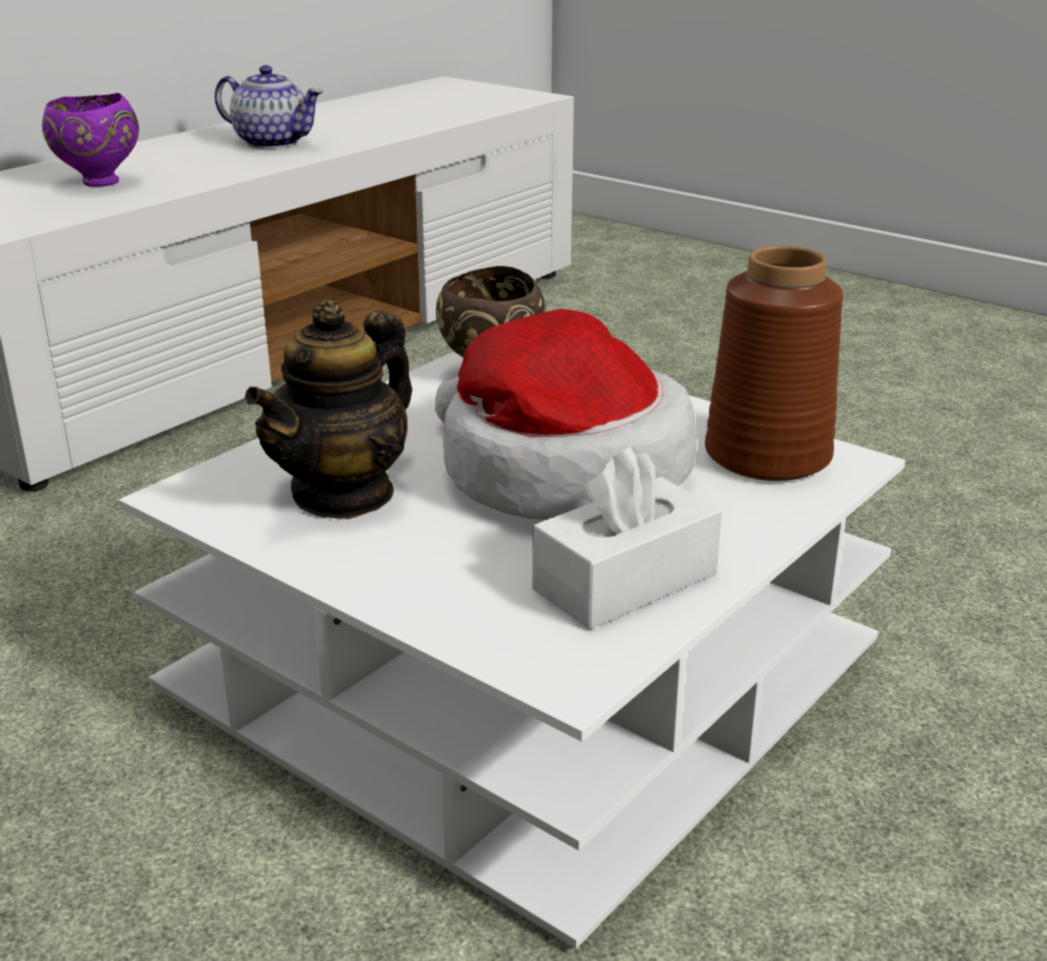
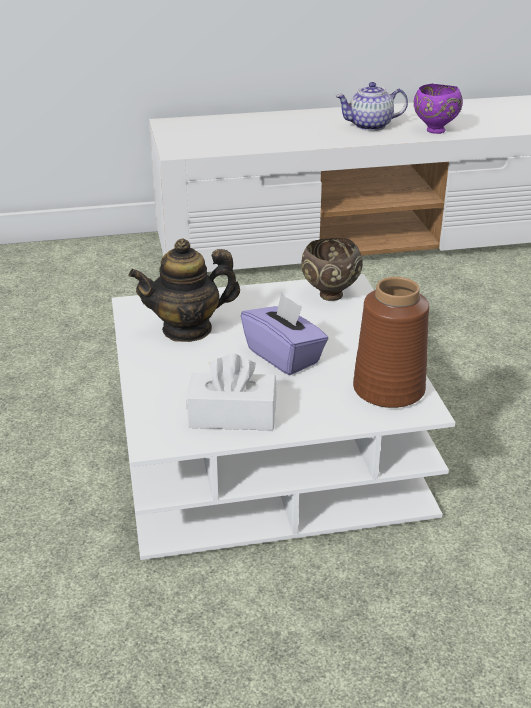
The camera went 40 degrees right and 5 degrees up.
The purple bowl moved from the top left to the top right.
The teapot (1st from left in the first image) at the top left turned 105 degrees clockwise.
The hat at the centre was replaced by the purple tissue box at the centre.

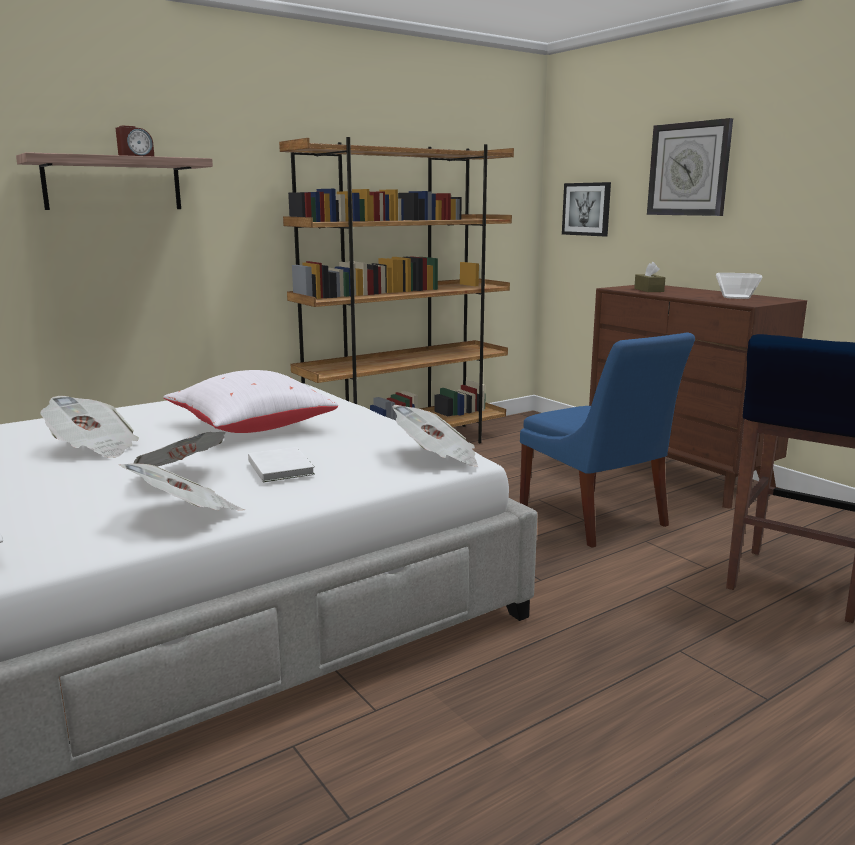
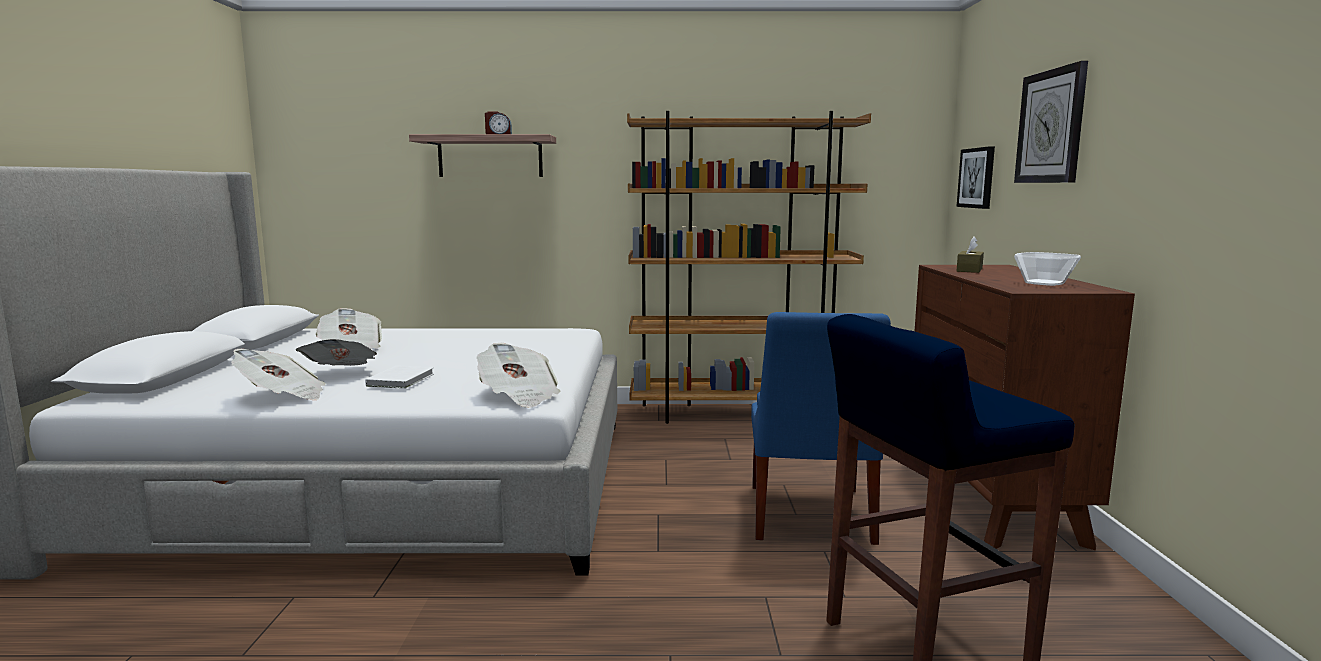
The camera went 35 degrees right and 5 degrees down.
The white pillow at the middle left disappeared.

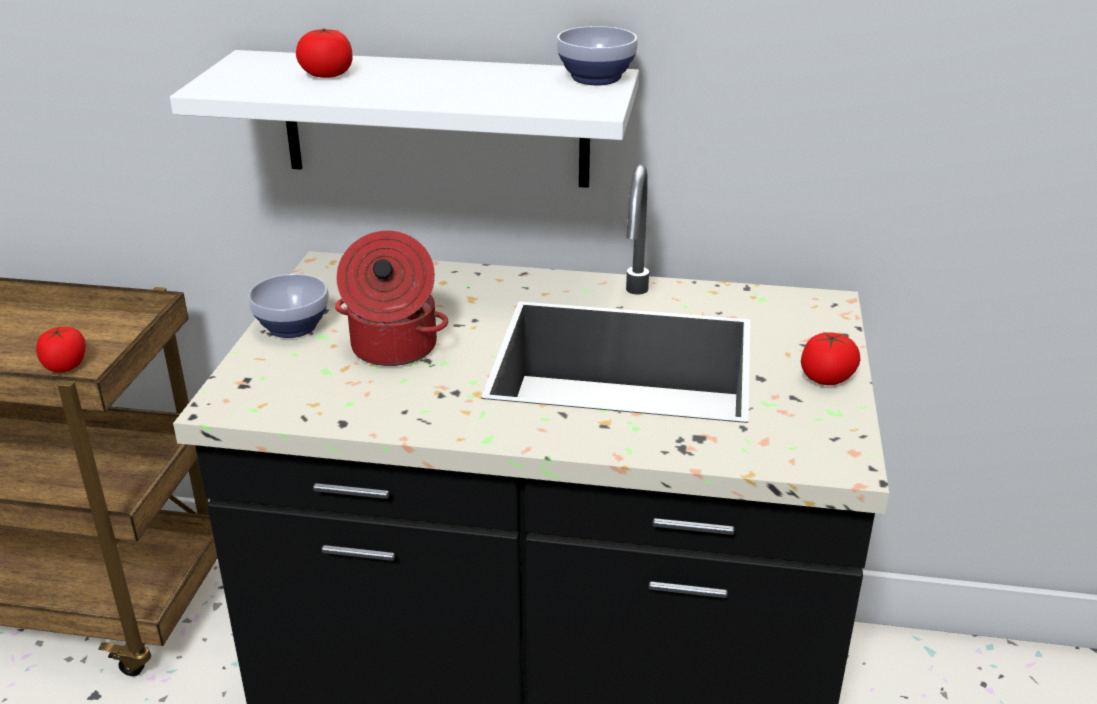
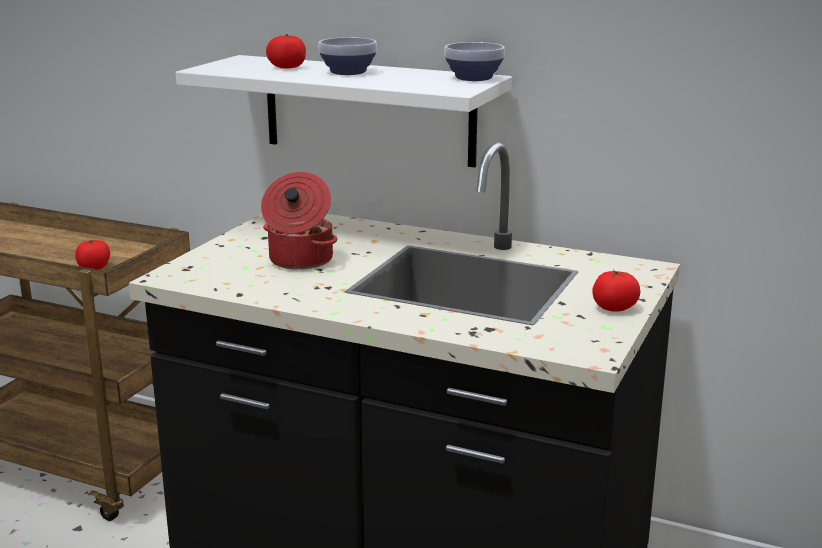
The camera went 15 degrees right and 10 degrees down.
The bowl (1st from left) moved from the middle left to the top centre.

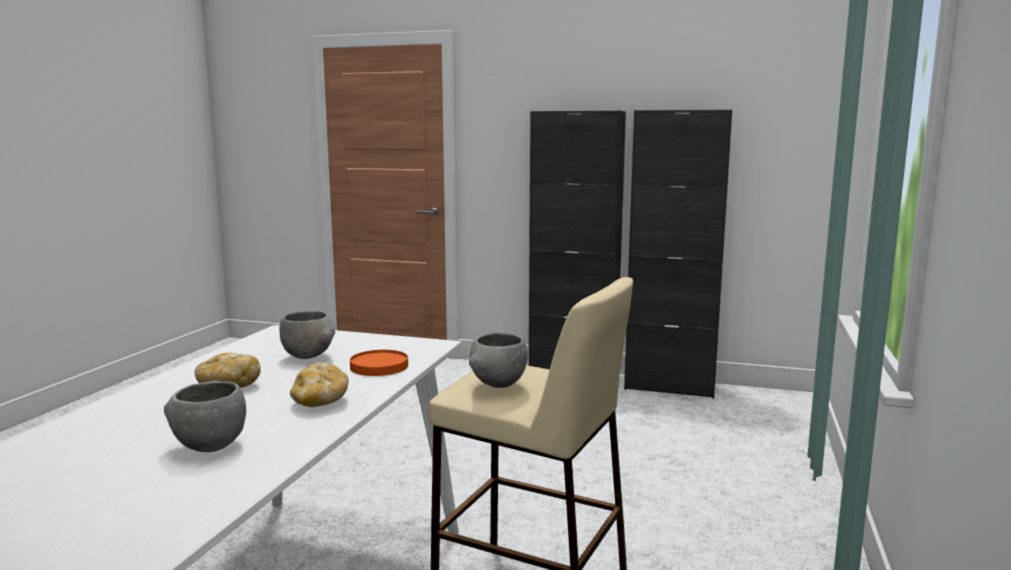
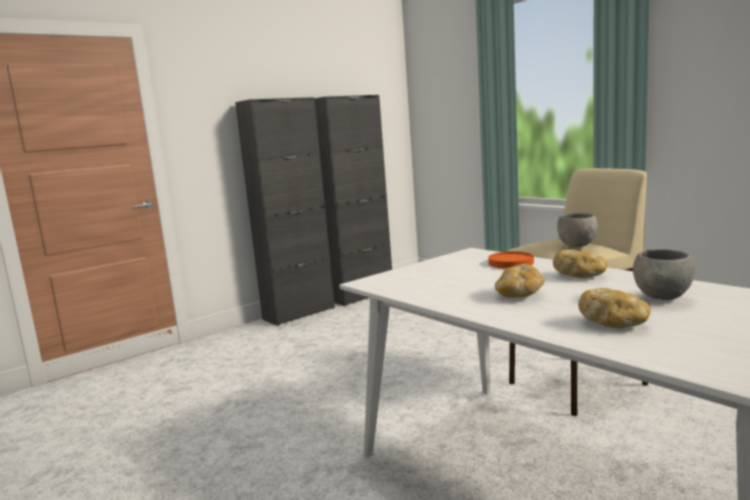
The camera went 55 degrees left and 0 degrees up.
The grey bowl (2nd from left) at the middle left disappeared.
The bread (3rd from left) at the middle right appeared.

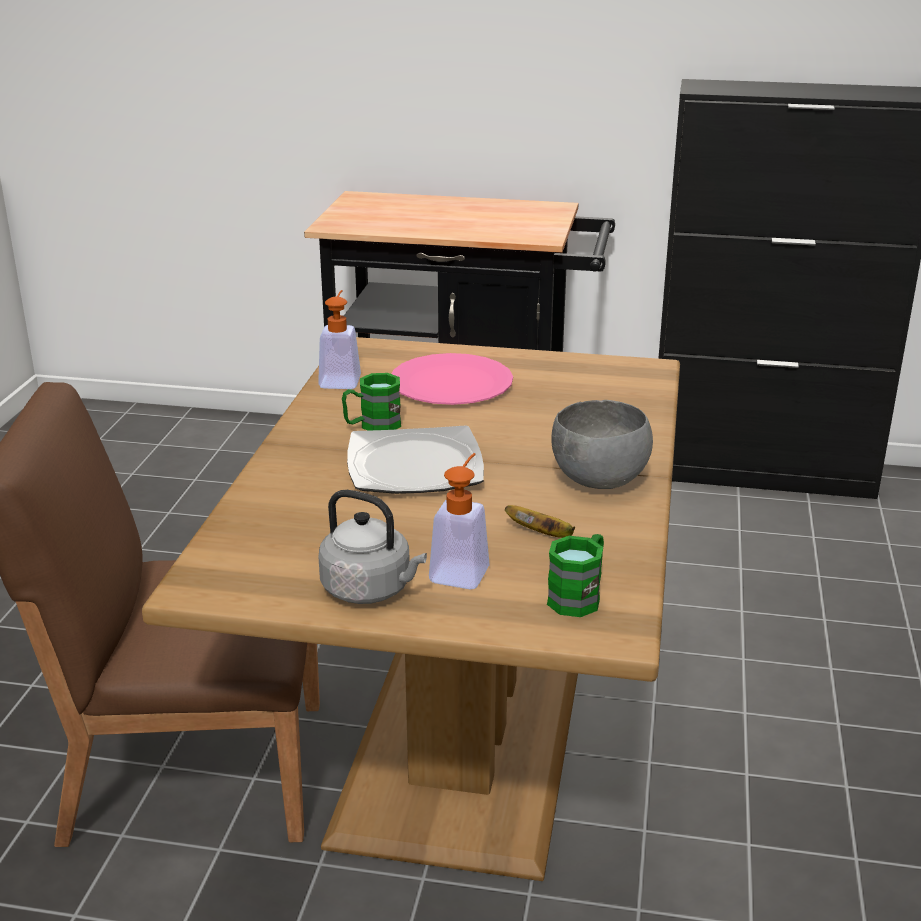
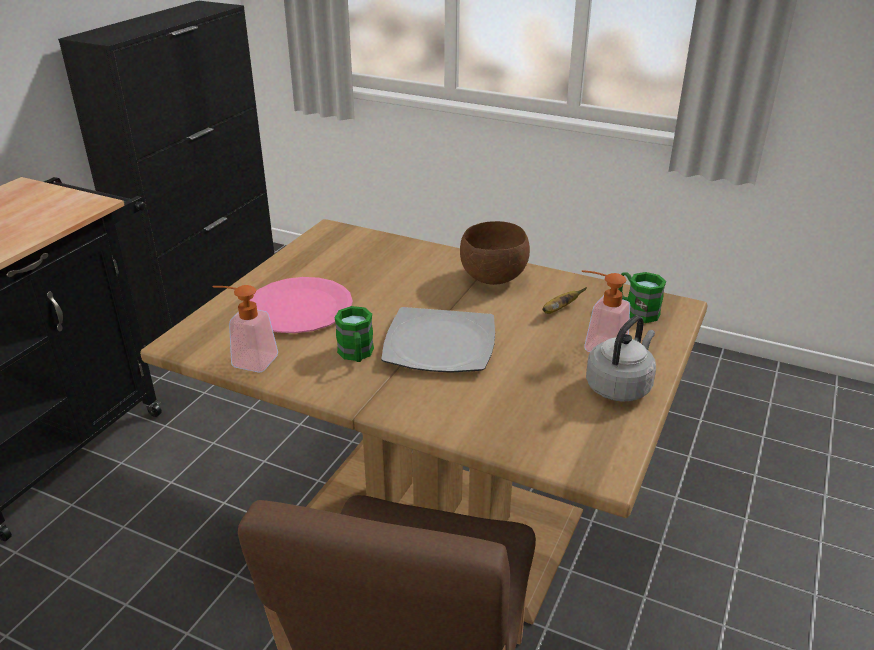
The camera went 75 degrees left and 5 degrees up.
The grey bowl at the centre became the brown bowl at the centre.

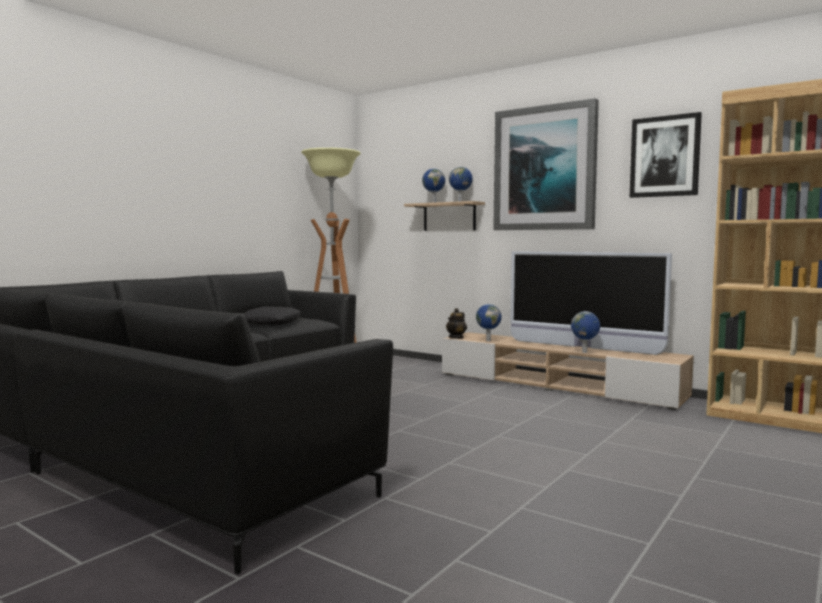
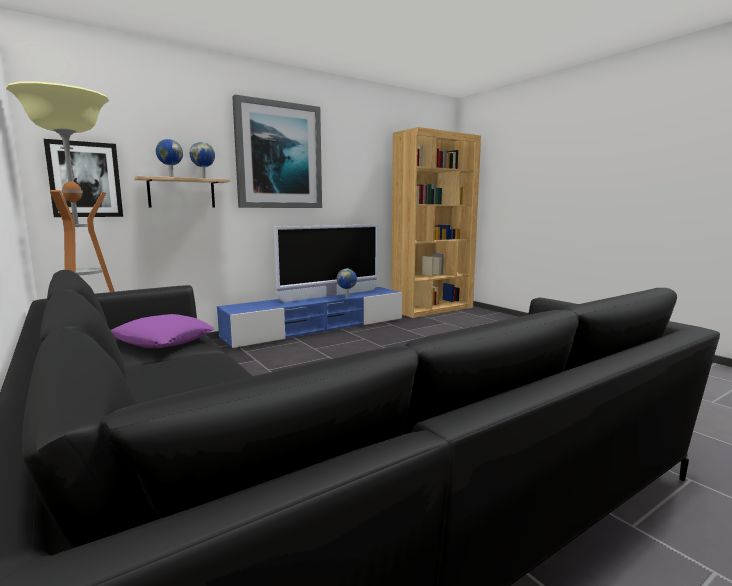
The camera went 70 degrees left and 5 degrees up.
The black pillow at the middle left became the purple pillow at the middle left.
The beige tv stand at the middle right became the blue tv stand at the centre.
The teapot at the centre disappeared.
The globe (3rd from left) at the centre disappeared.
The picture (2nd from left in the first image) moved from the top right to the top left.

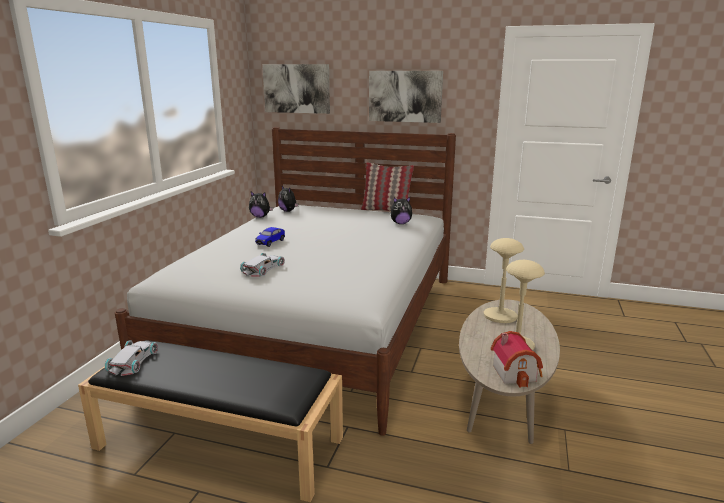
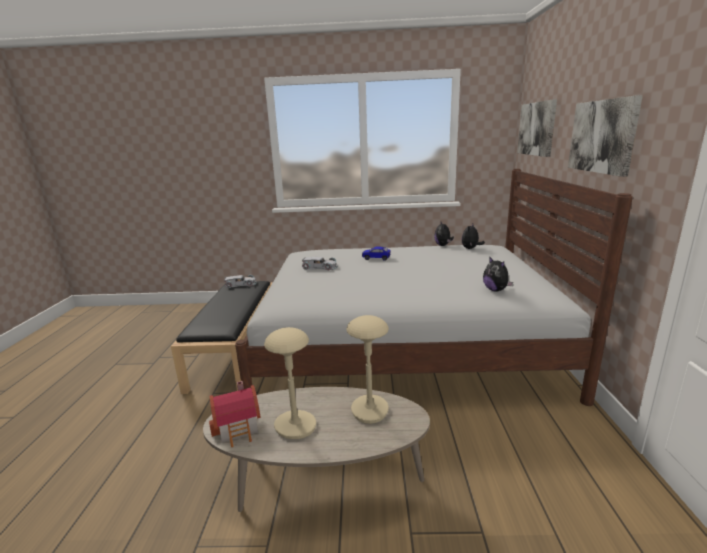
The camera went 75 degrees right and 0 degrees up.
The pillow at the centre disappeared.

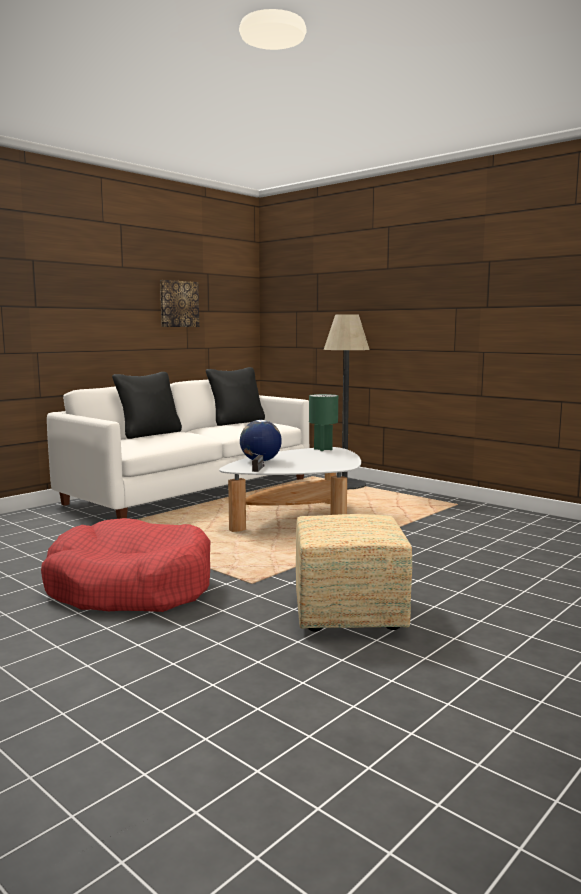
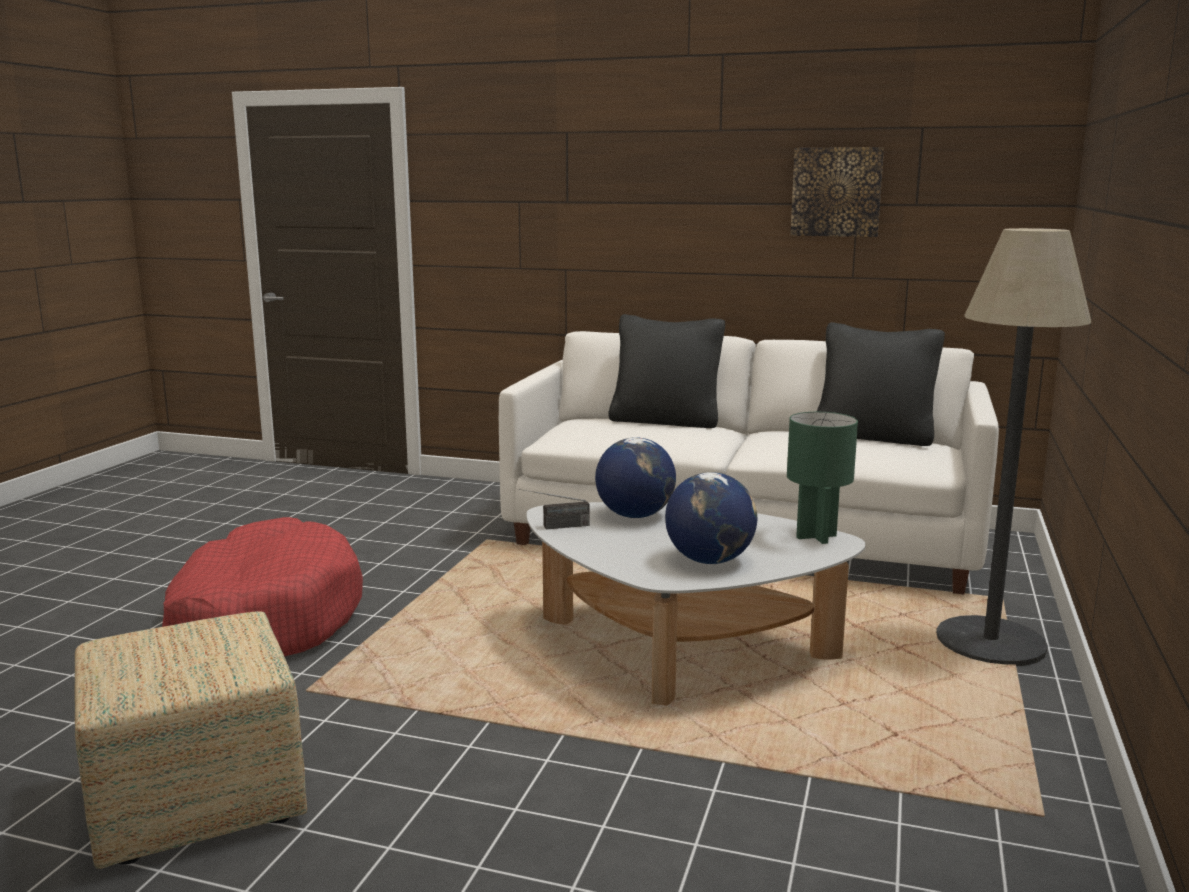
The camera went 65 degrees right and 5 degrees up.
The globe (2nd from left) at the centre appeared.

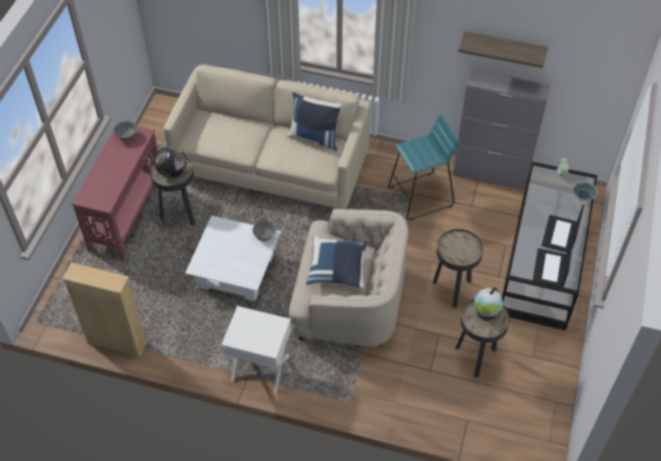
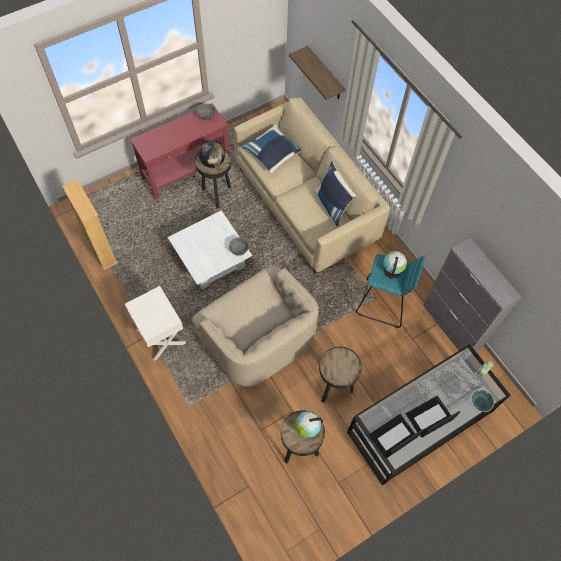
The camera went 40 degrees right and 10 degrees up.
The blue pillow (2nd from left in the first image) moved from the centre to the top centre.
The shelf moved from the top right to the top centre.
The globe (3rd from left) at the middle right appeared.

